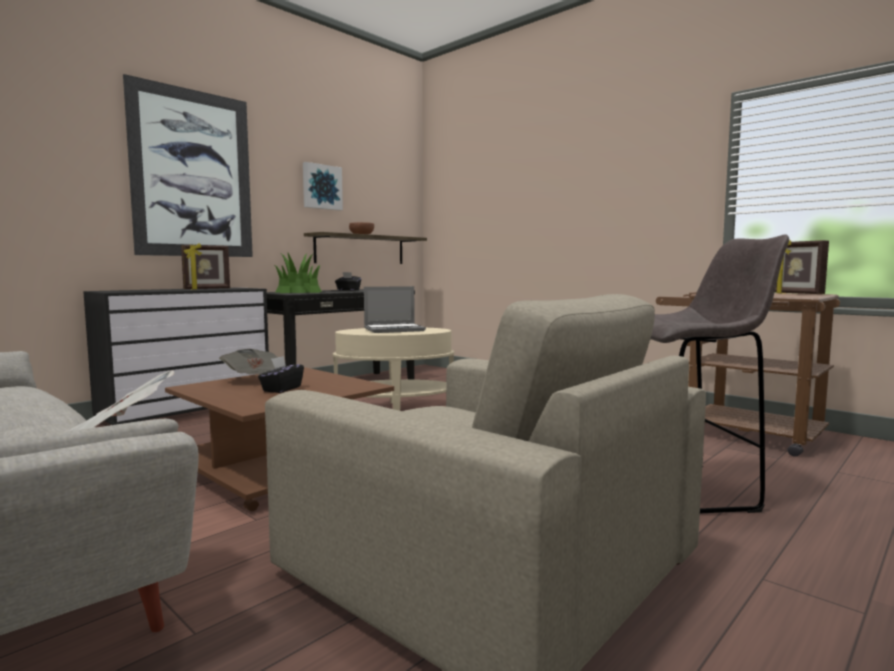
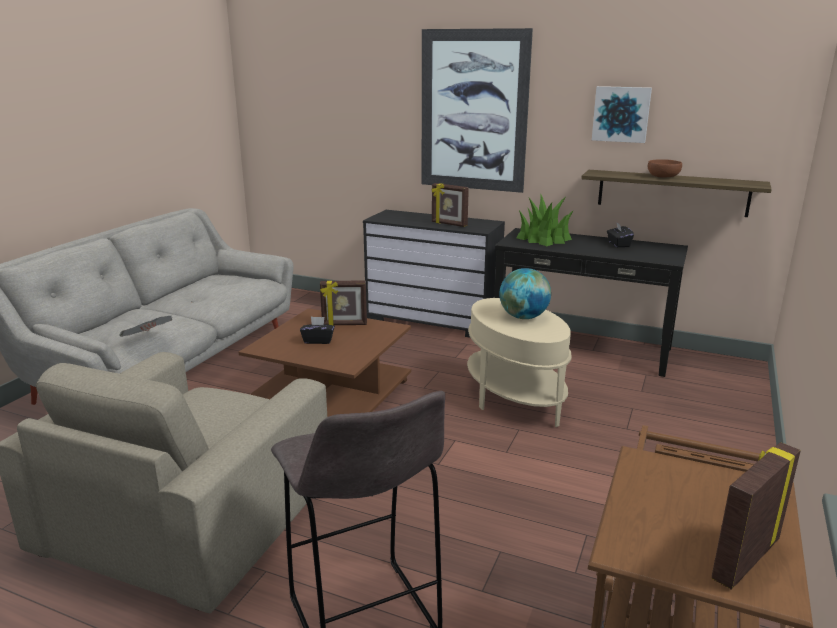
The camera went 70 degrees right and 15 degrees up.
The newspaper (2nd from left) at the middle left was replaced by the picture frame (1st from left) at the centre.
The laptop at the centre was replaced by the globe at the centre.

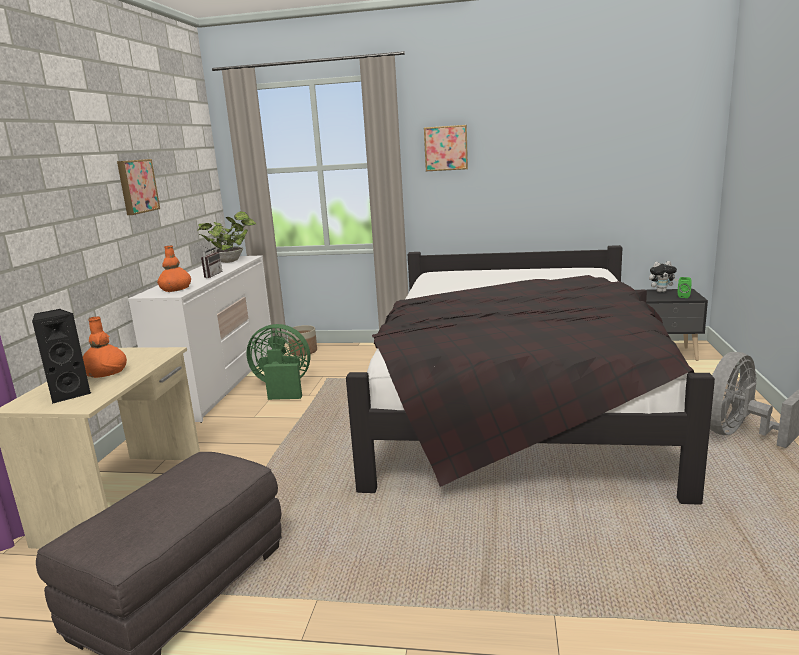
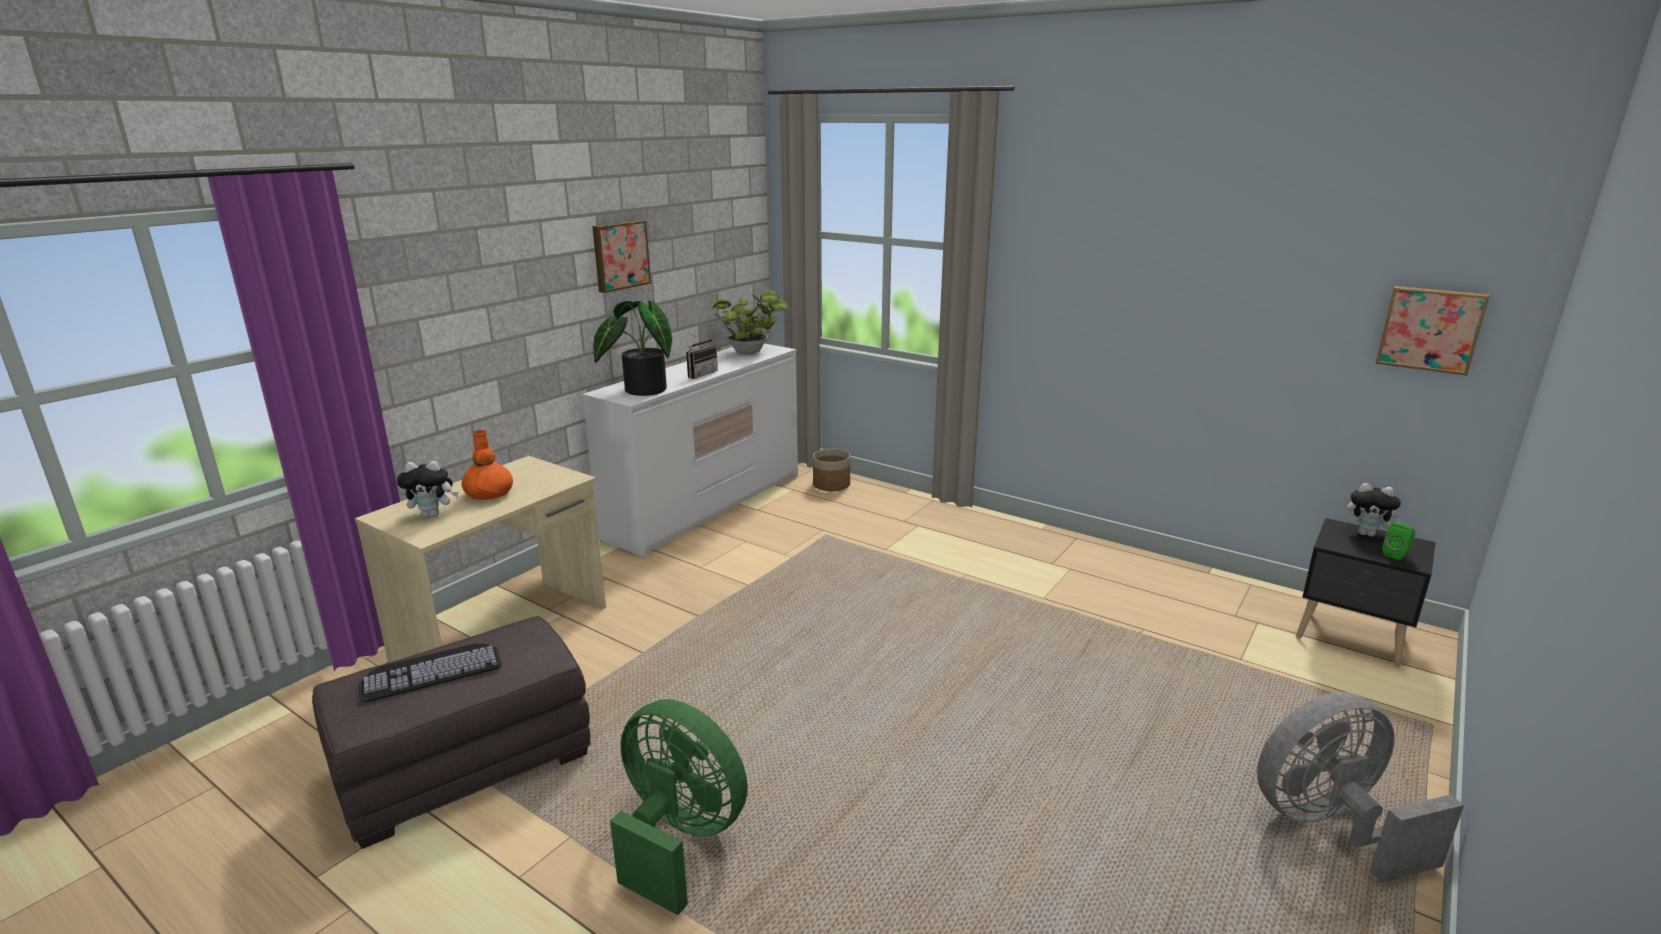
The camera went 25 degrees right and 5 degrees up.
The black speaker at the middle left was replaced by the plush toy (1st from left) at the middle left.
The orange vase (2nd from left) at the middle left was replaced by the potted plant (1st from left) at the centre.
The green fan moved from the centre to the bottom centre.
The black bed at the centre disappeared.
The picture (2nd from left) moved from the top centre to the middle right.
The keyboard at the bottom left appeared.

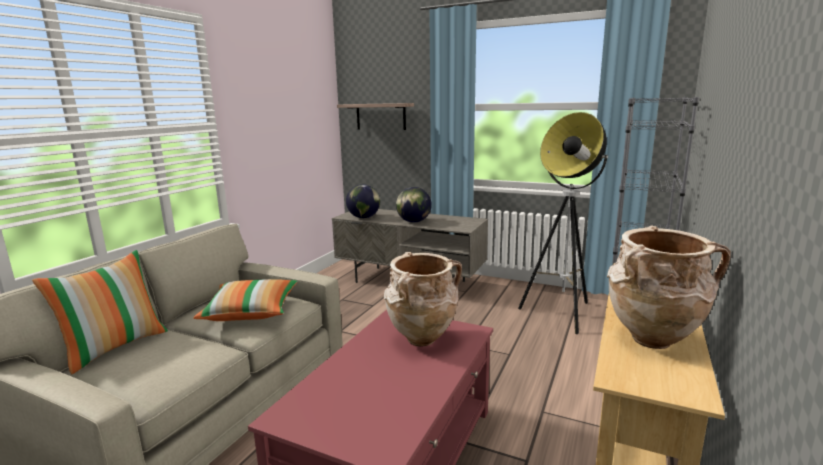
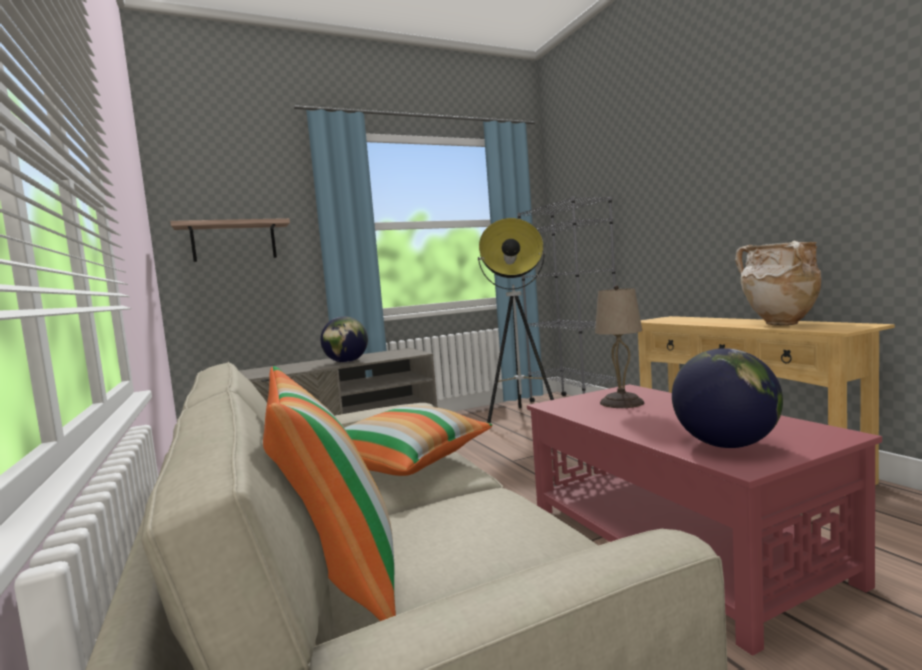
The camera went 50 degrees left and 10 degrees down.
The globe (1st from left in the first image) moved from the centre to the middle right.
The beige vase (1st from left) at the centre was replaced by the beige table lamp at the middle right.

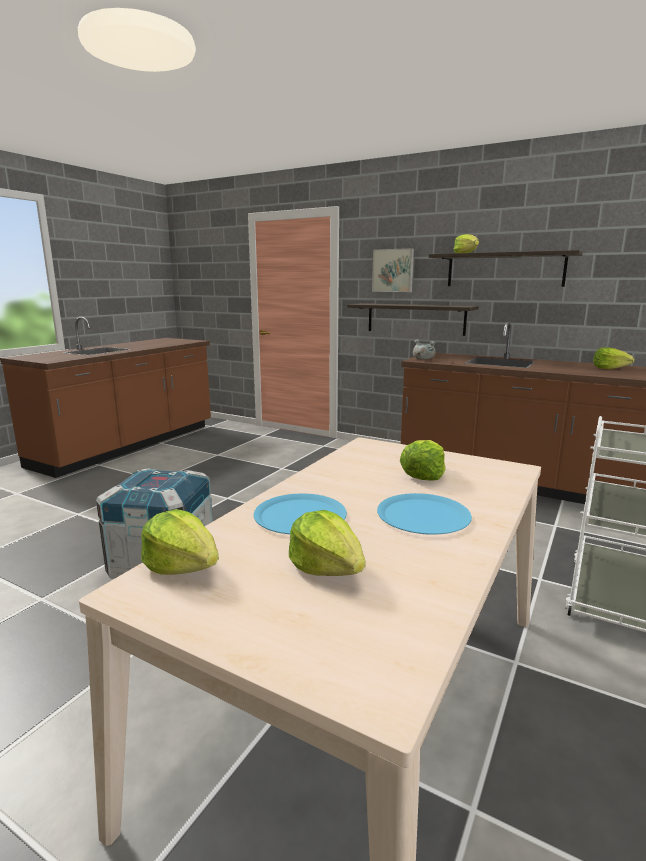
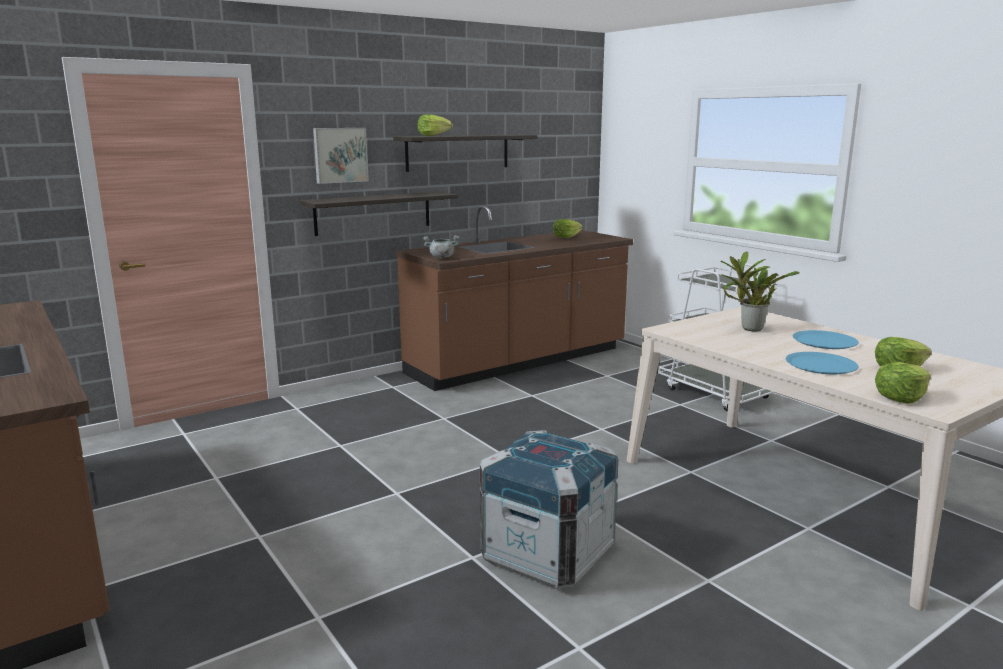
The camera went 65 degrees left and 0 degrees up.
The lettuce (3rd from left) at the centre was replaced by the potted plant at the middle right.

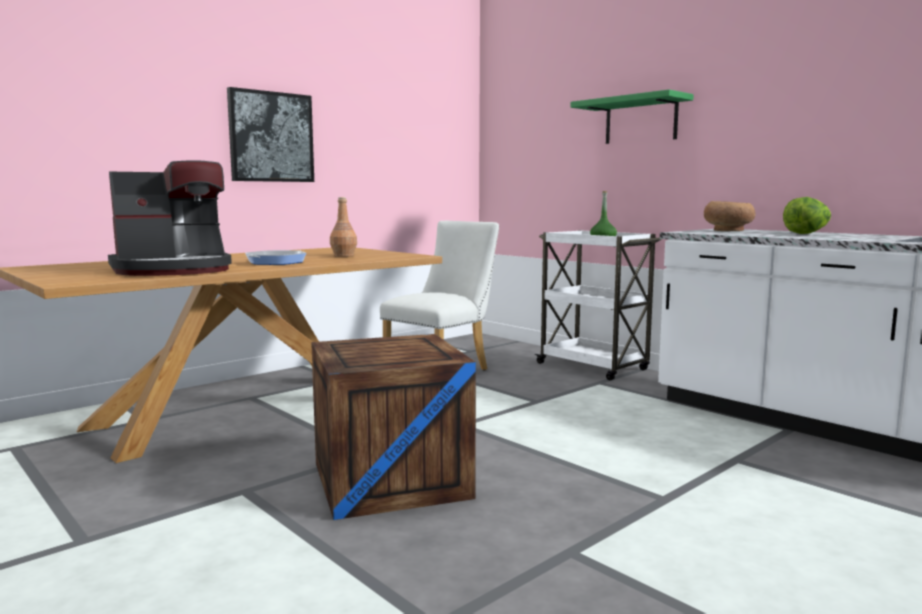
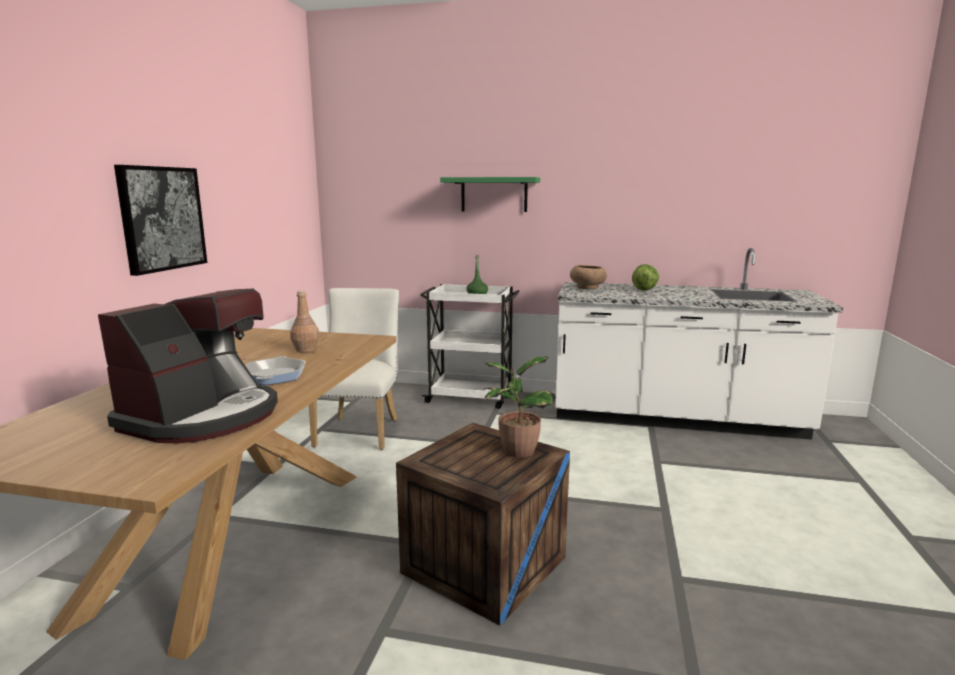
The camera went 35 degrees left and 5 degrees up.
The potted plant at the centre appeared.

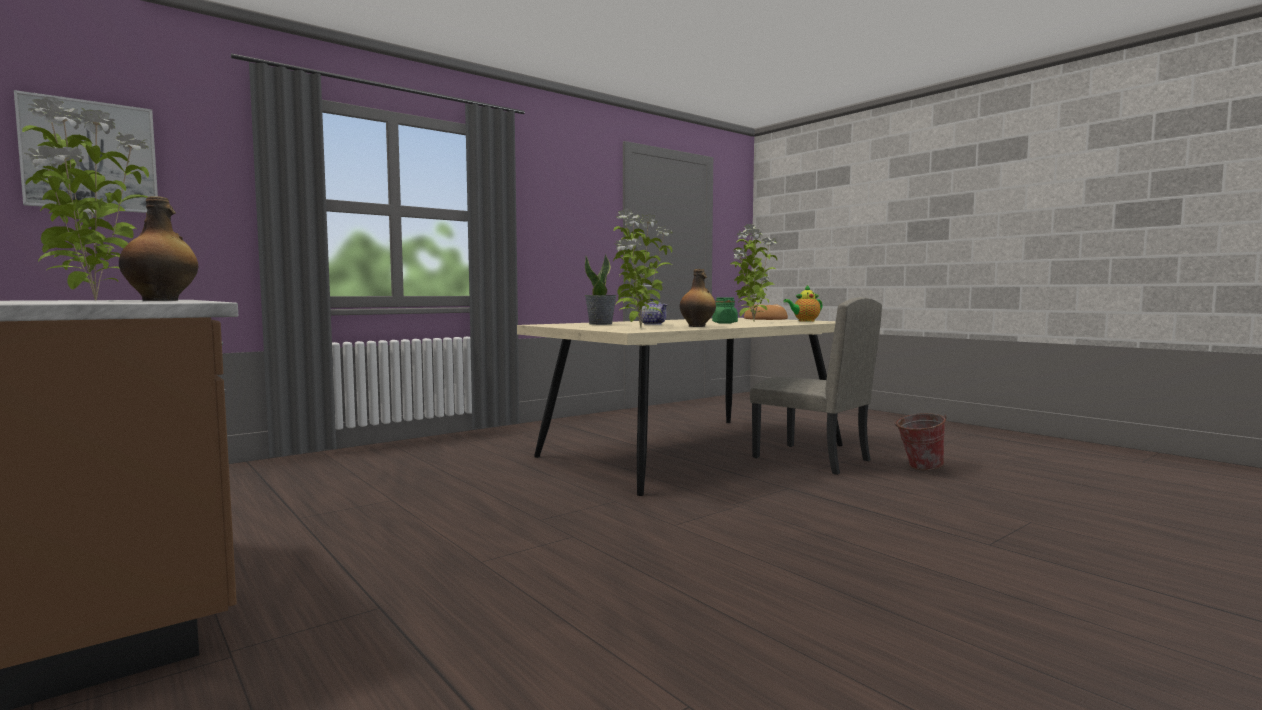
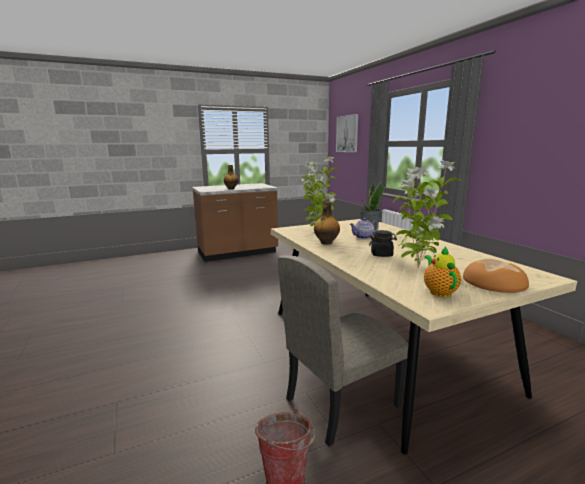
The camera went 105 degrees right and 10 degrees up.
The potted plant (1st from left) at the top left disappeared.
The green jar at the centre became the black jar at the centre.

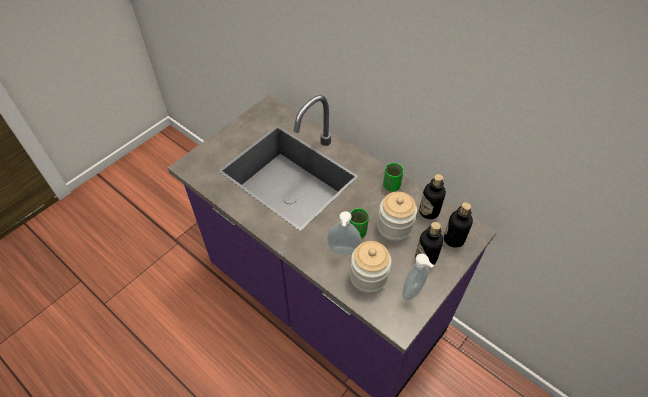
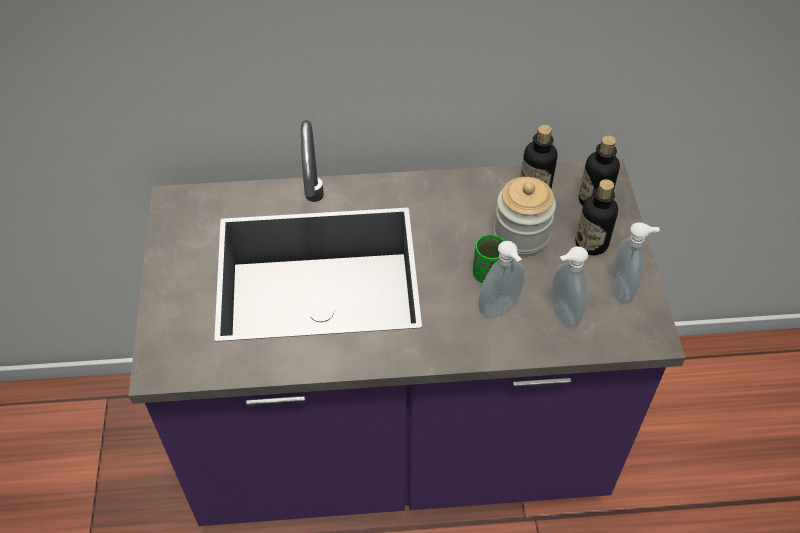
The camera went 45 degrees left and 0 degrees up.
The jar (1st from left) at the bottom centre was replaced by the soap dispenser (2nd from left) at the middle right.
The green cup (2nd from left) at the centre disappeared.

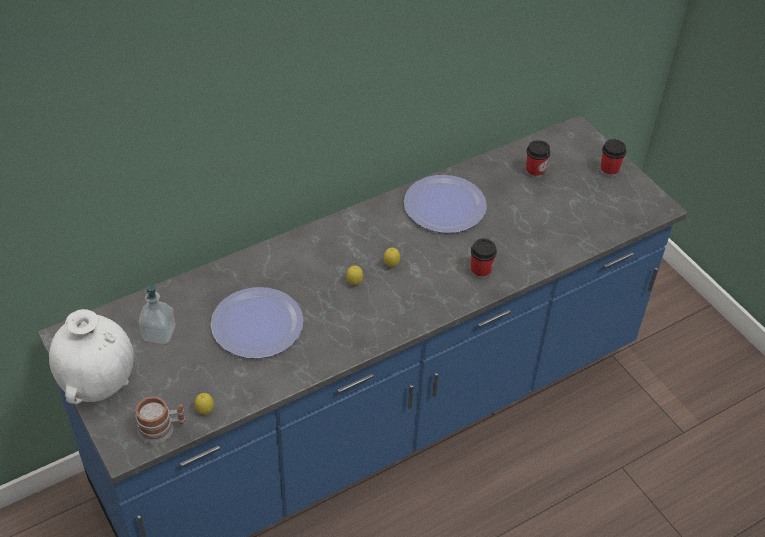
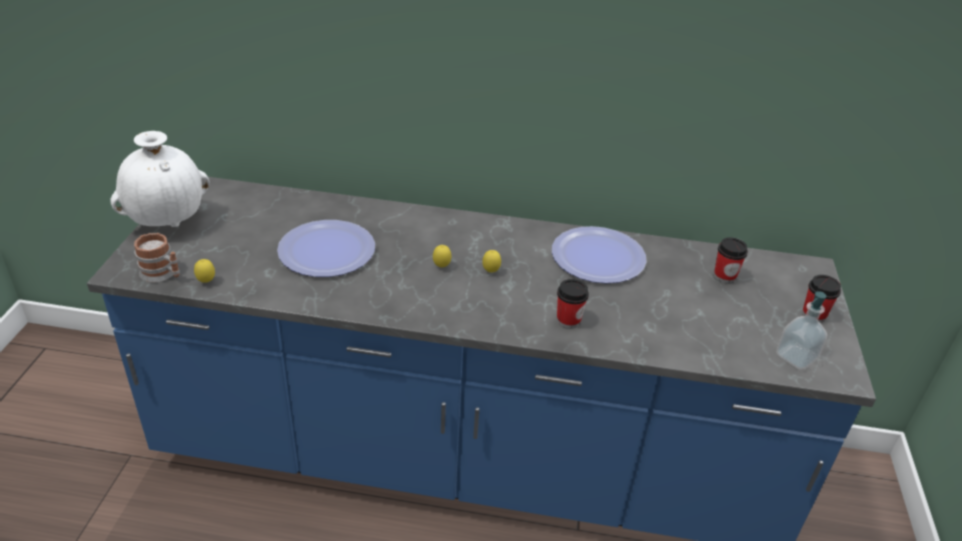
The camera went 40 degrees right and 10 degrees down.
The soap dispenser moved from the middle left to the middle right.

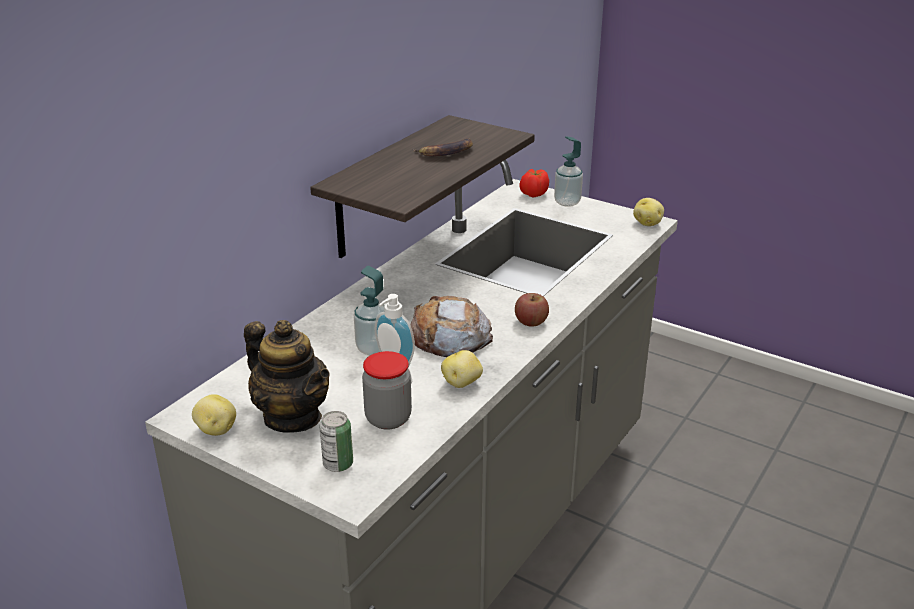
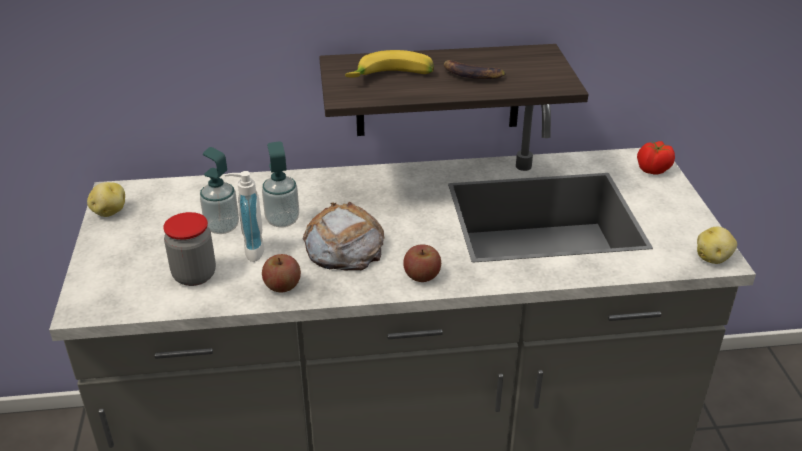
The camera went 50 degrees right and 5 degrees up.
The teapot at the middle left disappeared.
The can at the bottom centre disappeared.
The potato (2nd from left) at the centre was replaced by the apple (1st from left) at the centre.
The soap dispenser (3rd from left in the first image) moved from the top centre to the middle left.
The banana (1st from left) at the top centre appeared.

